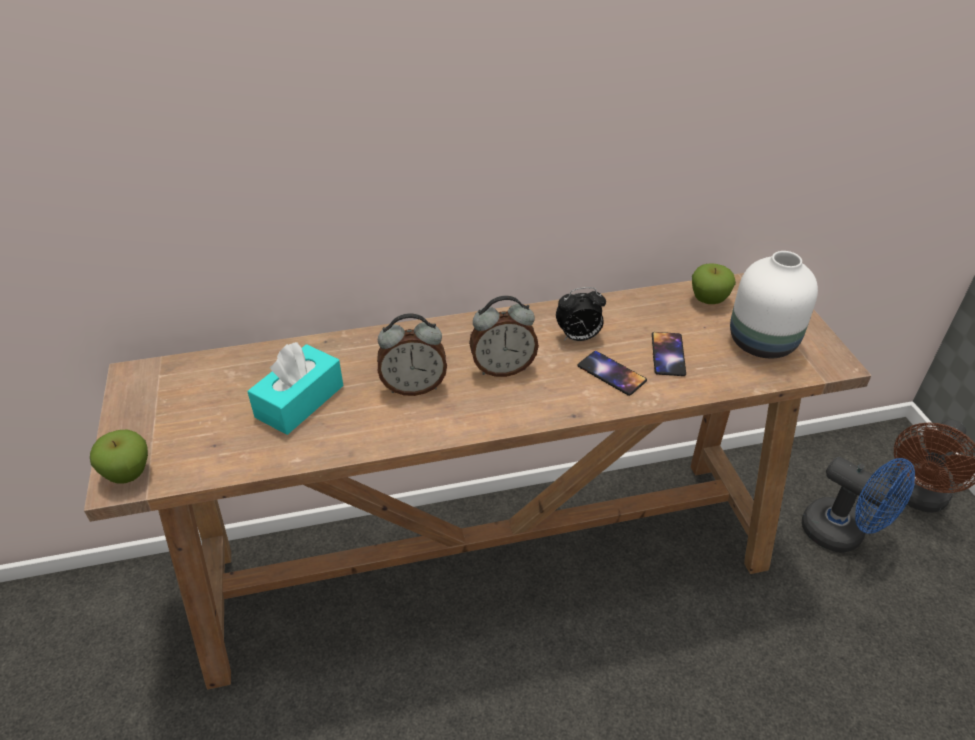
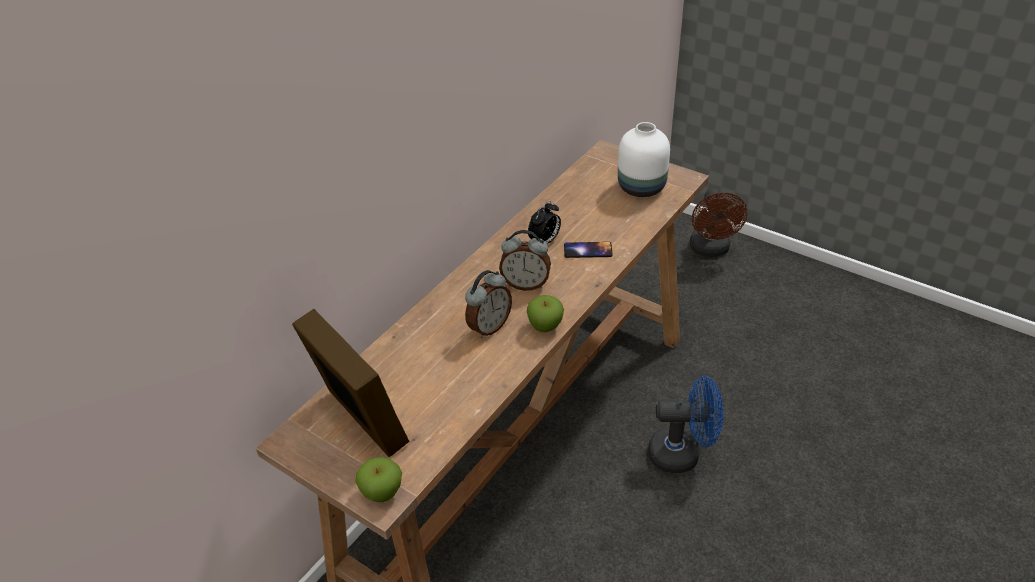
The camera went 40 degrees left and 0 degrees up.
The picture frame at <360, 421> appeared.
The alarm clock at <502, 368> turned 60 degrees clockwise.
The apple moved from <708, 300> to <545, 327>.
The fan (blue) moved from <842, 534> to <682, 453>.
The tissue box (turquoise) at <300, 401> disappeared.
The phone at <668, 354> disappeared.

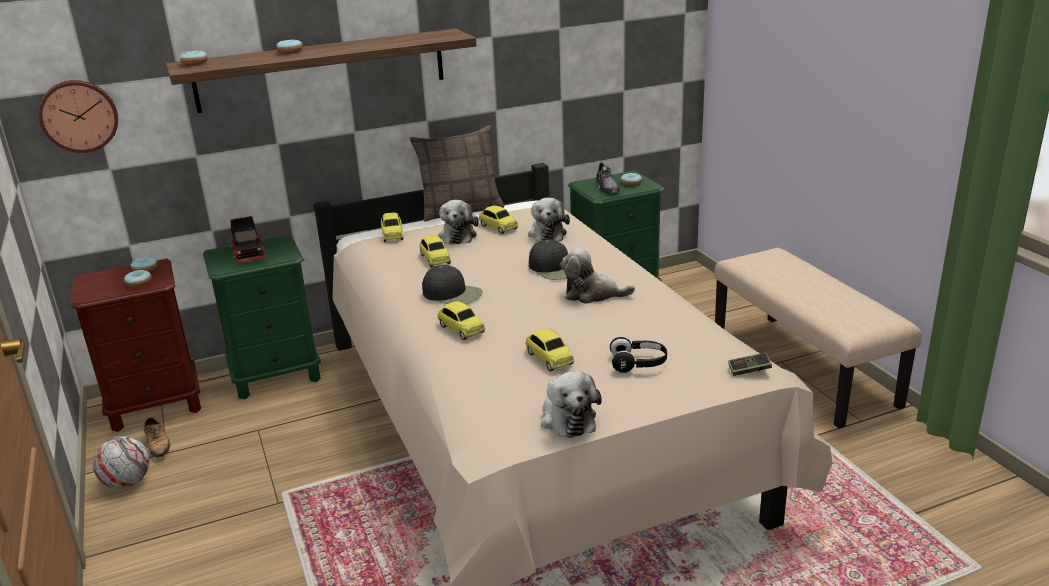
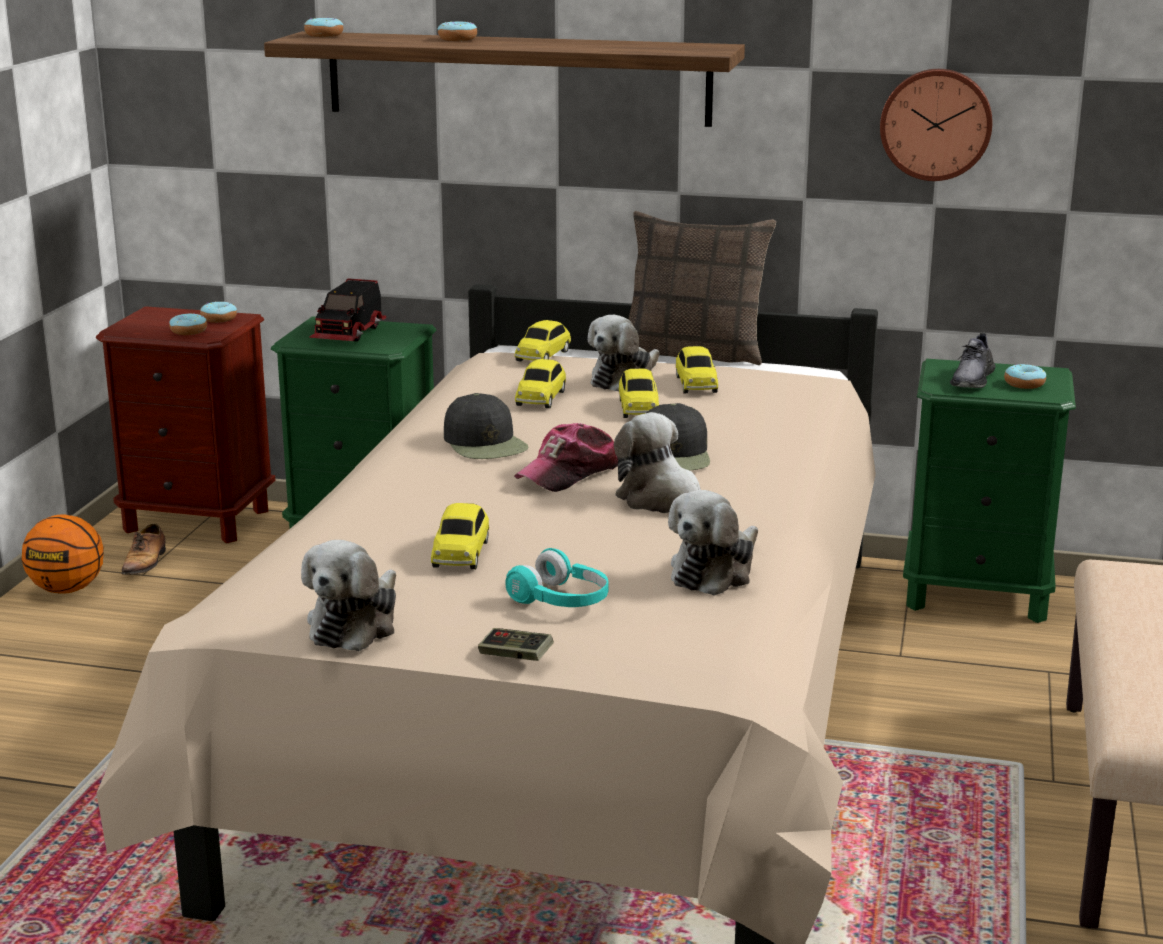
The camera went 35 degrees right and 5 degrees down.
The football at <127, 482> was replaced by the basketball at <67, 590>.
The game controller moved from <749, 370> to <515, 656>.
The headphones (black) at <638, 363> became the headphones (turquoise) at <561, 601>.
The cap at <569, 473> appeared.
The toy car moved from <461, 329> to <638, 408>.
The plush toy moved from <547, 233> to <715, 572>.
The wall clock moved from <79, 115> to <936, 124>.

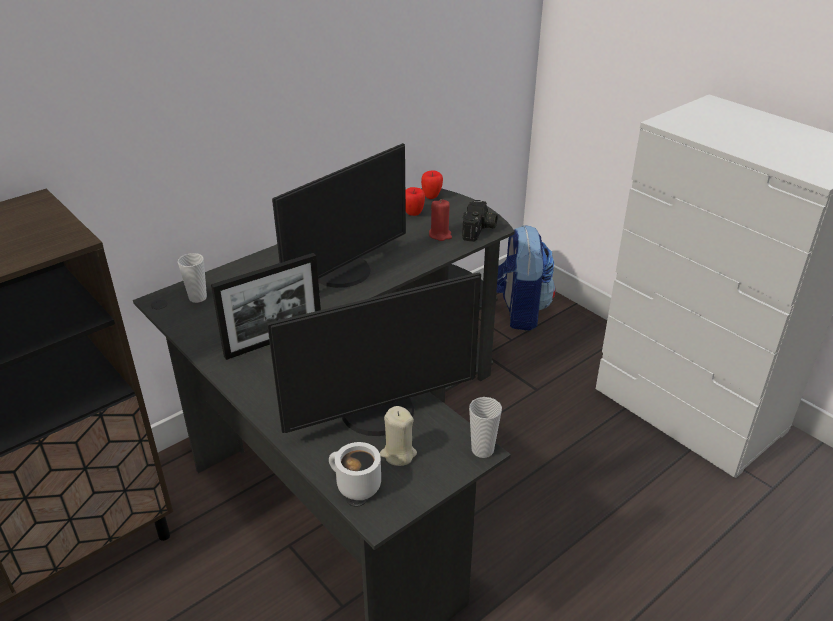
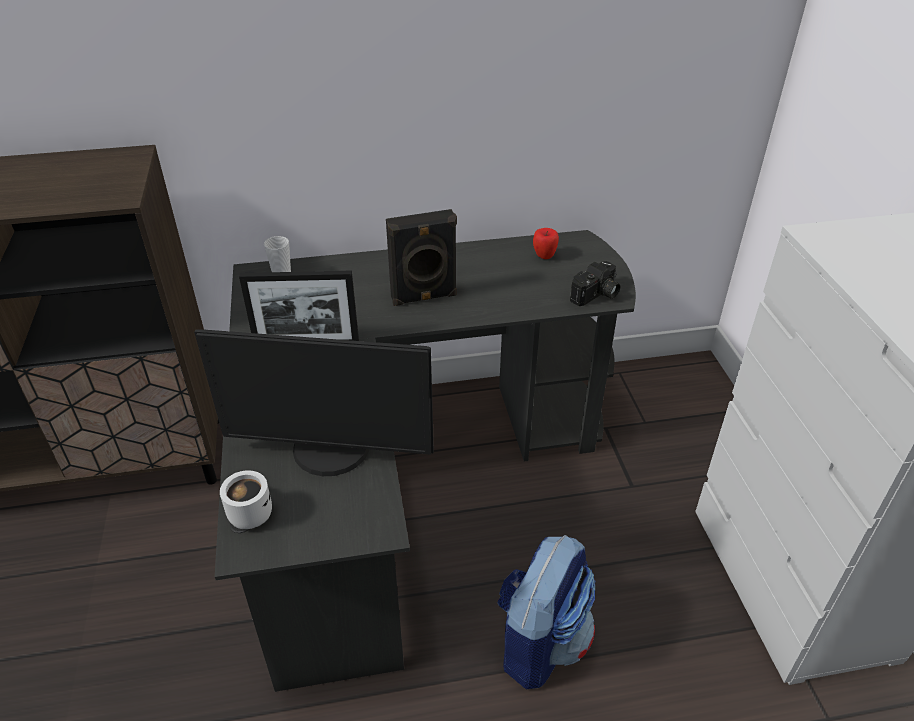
The camera went 30 degrees right and 5 degrees up.
The monitor at <344, 273> was replaced by the speaker (black) at <424, 297>.
The backpack moved from <518, 311> to <540, 641>.
The candle (beige) at <398, 454> disappeared.
The apple at <432, 197> disappeared.
The candle (red) at <440, 235> disappeared.
The cup at <482, 450> disappeared.

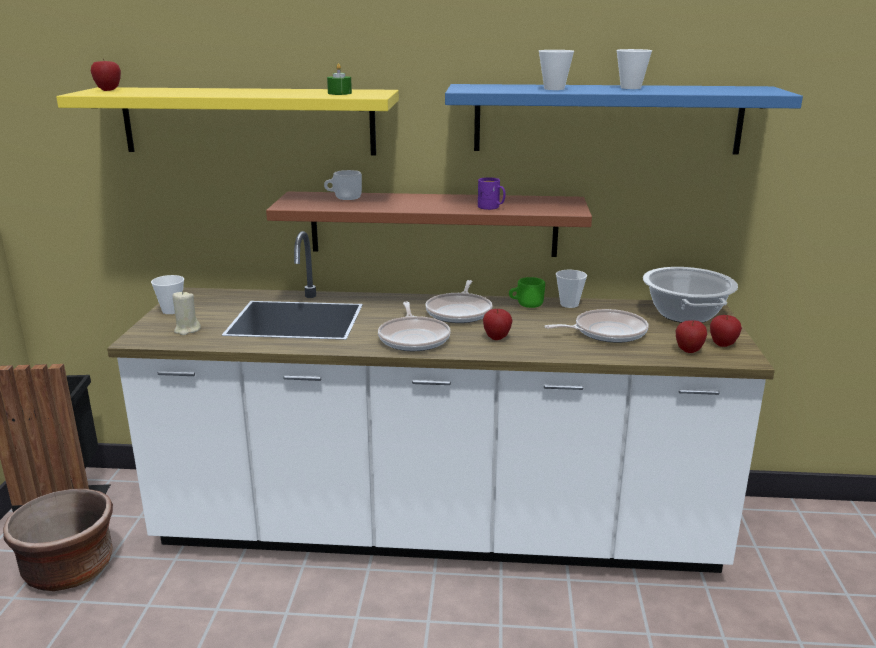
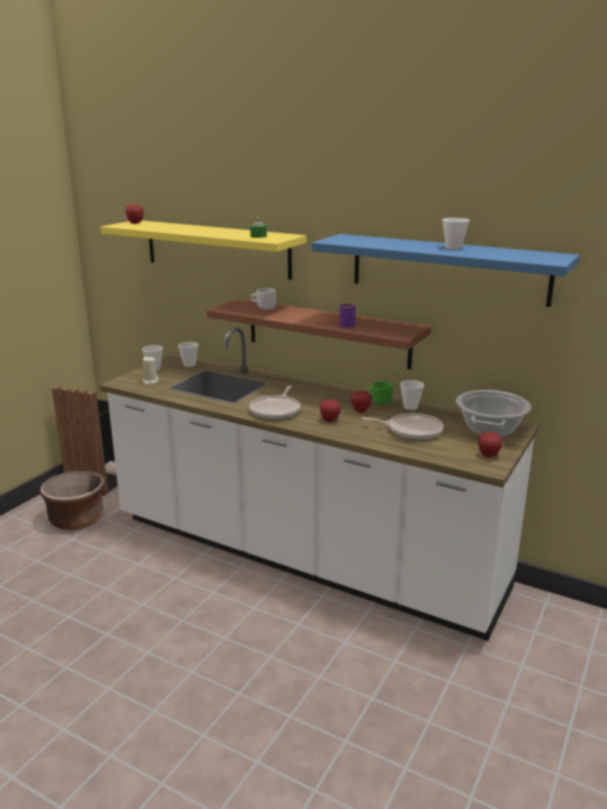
The camera went 25 degrees right and 0 degrees up.
The cup moved from <554, 89> to <189, 364>.
The apple moved from <689, 351> to <360, 411>.
The frying pan at <460, 312> disappeared.

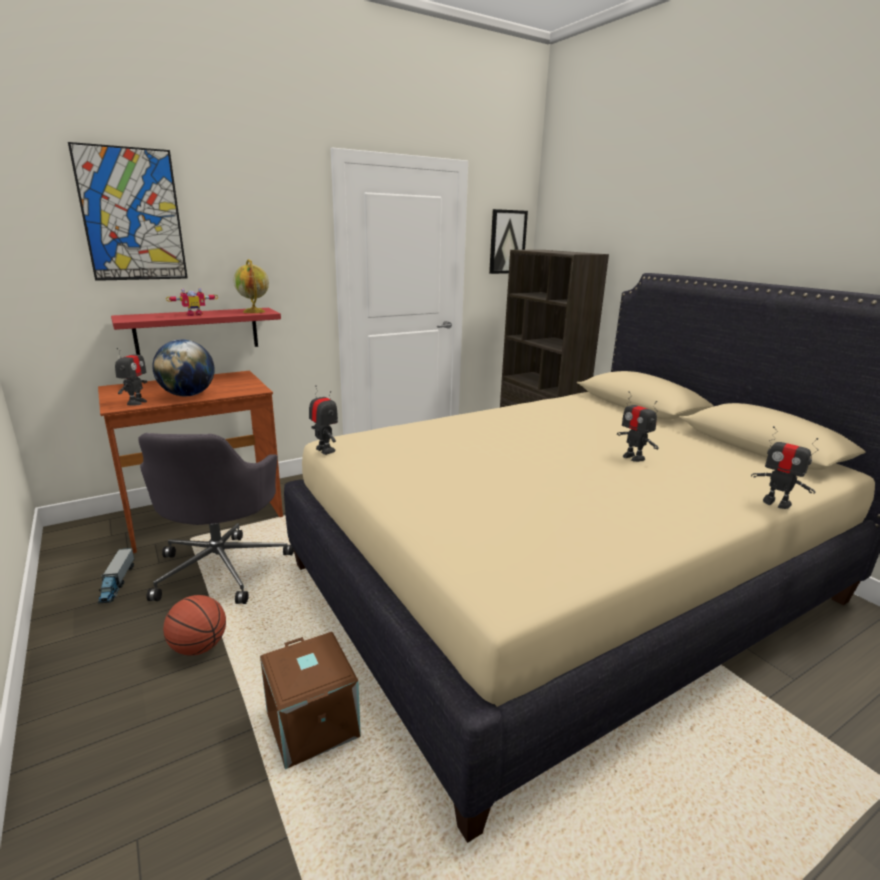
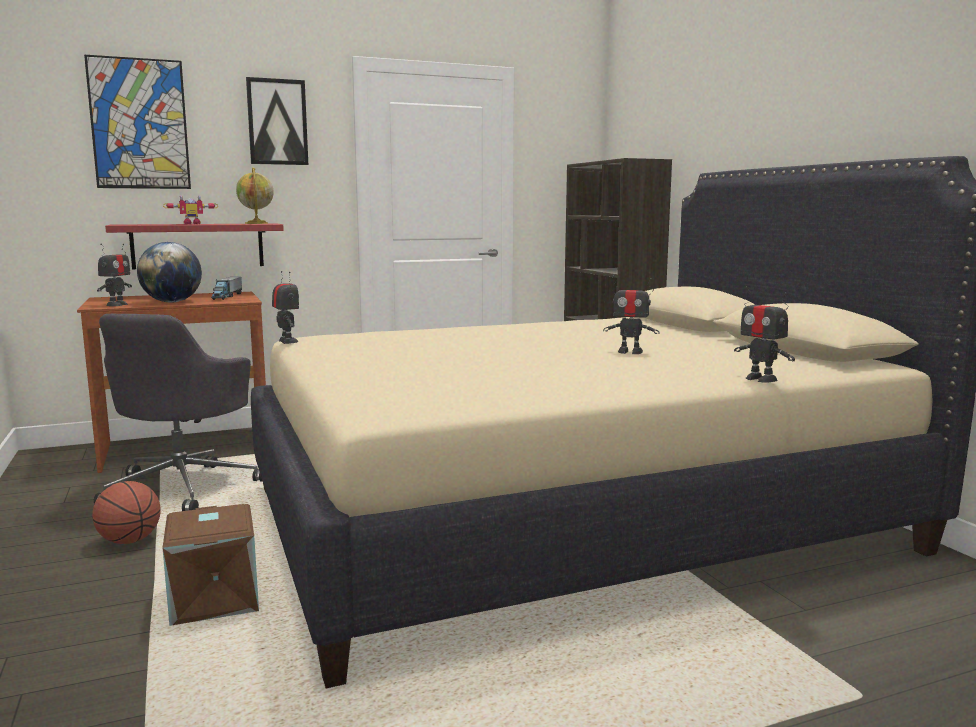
The camera went 10 degrees right and 10 degrees down.
The toy truck moved from <117, 582> to <227, 296>.
The picture moved from <507, 242> to <277, 122>.
The toy robot at <633, 457> turned 45 degrees counterclockwise.

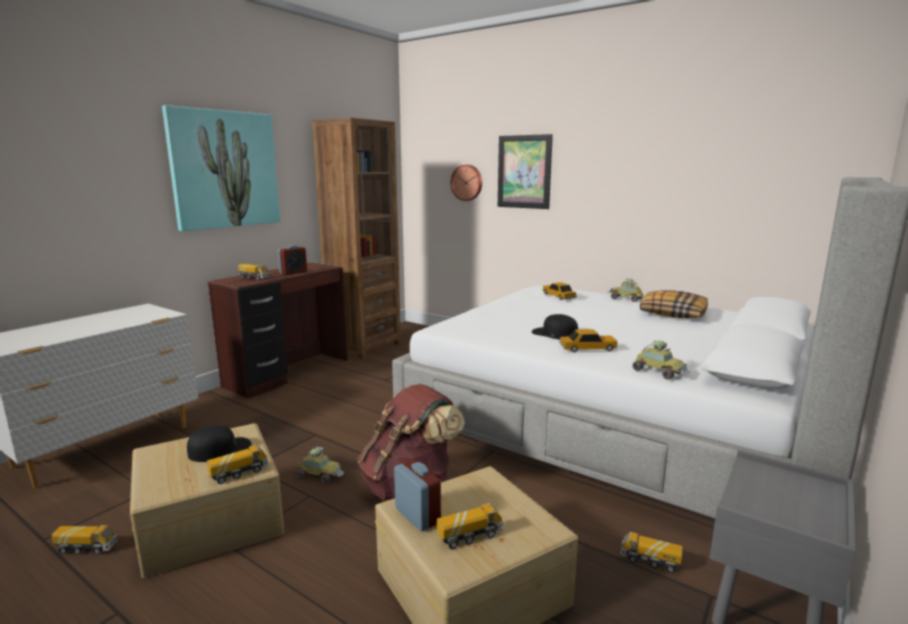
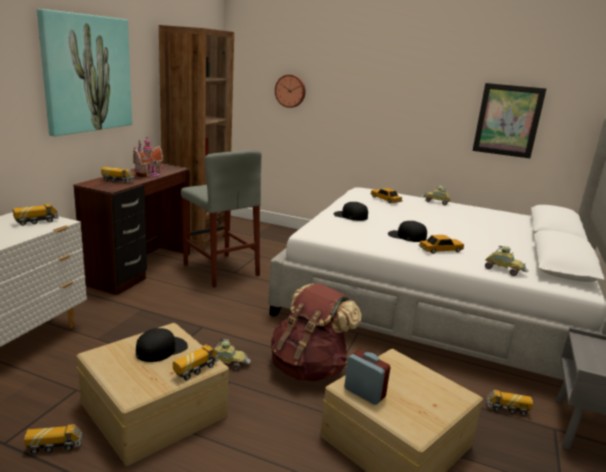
The camera went 15 degrees left and 5 degrees up.
The toy truck moved from <470, 536> to <37, 222>.
The alarm clock at <293, 273> was replaced by the toy house at <150, 175>.
The stool (grey) at <220, 270> appeared.
The cap (black) at <350, 216> appeared.
The picture moved from <524, 172> to <508, 120>.
The pillow at <672, 313> disappeared.

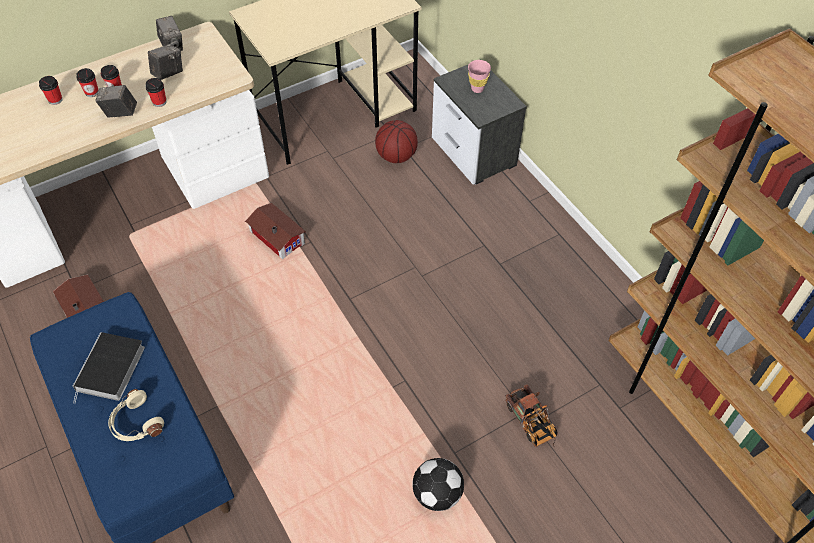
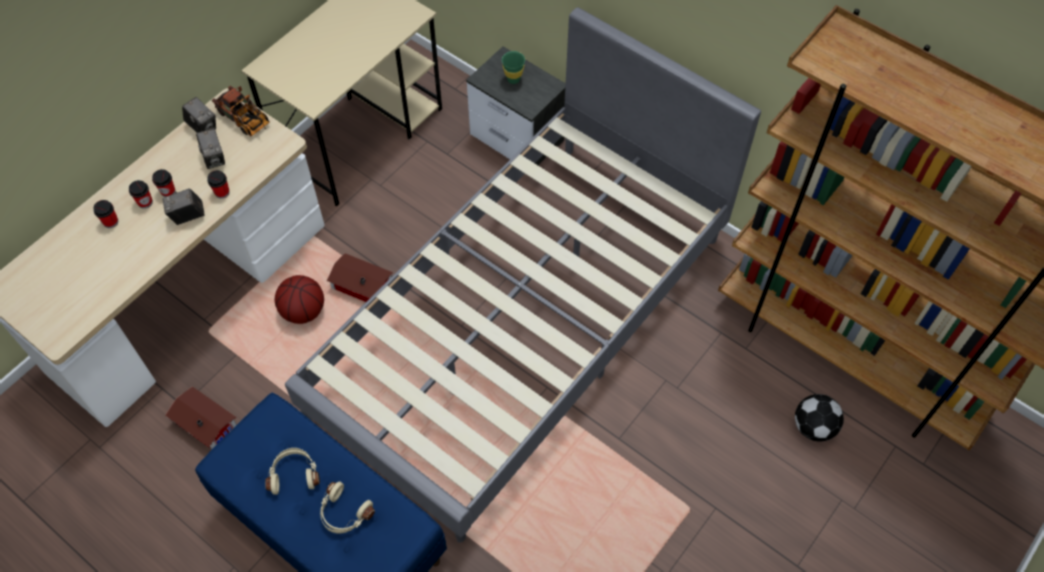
The camera went 20 degrees left and 5 degrees up.
The photo camera at <168, 73> turned 135 degrees clockwise.
The toy truck moved from <532, 424> to <246, 120>.
The book at <110, 370> was replaced by the headphones (beige) at <294, 473>.
The basketball moved from <396, 156> to <303, 311>.
The bed (grey) at <522, 323> appeared.
The cup (pink) at <477, 89> became the cup (green) at <513, 79>.
The football moved from <437, 494> to <814, 427>.

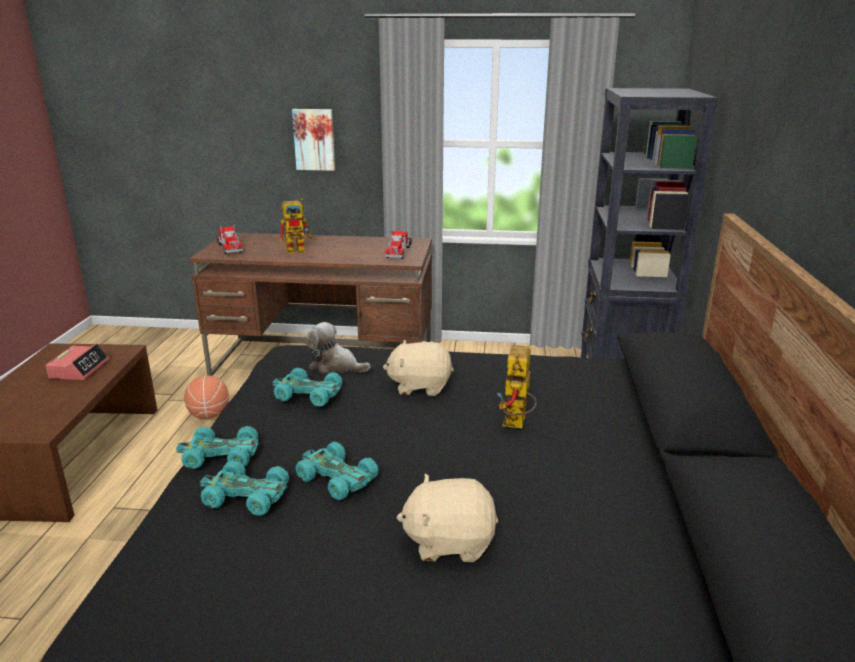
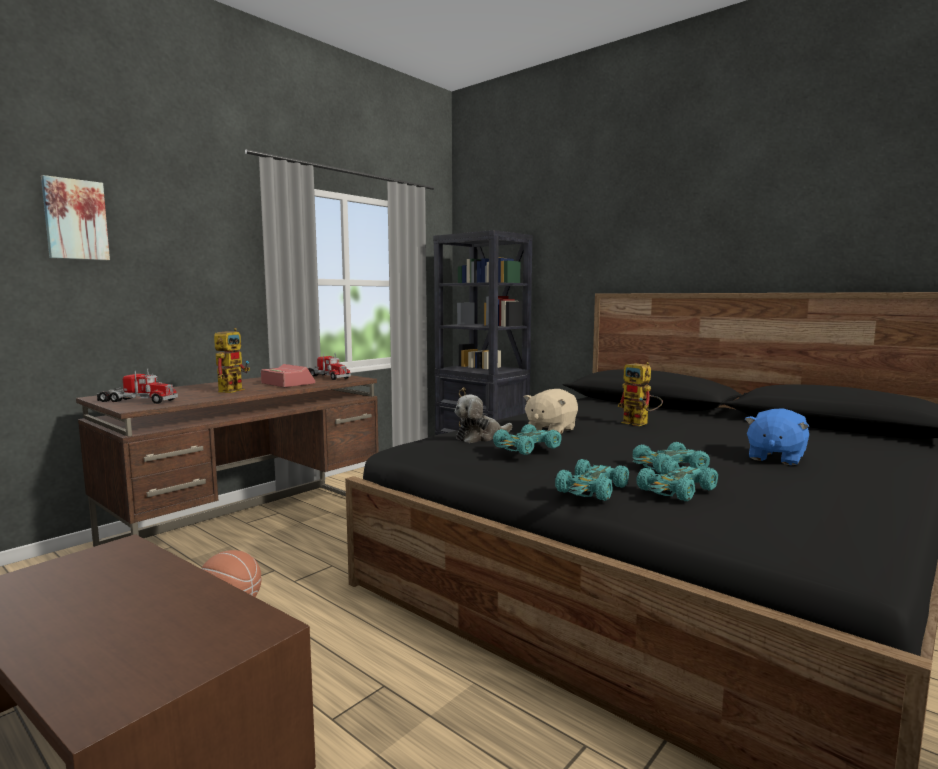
The camera went 55 degrees left and 15 degrees down.
The picture moved from <314, 139> to <75, 220>.
The alarm clock moved from <79, 369> to <287, 383>.
The plush toy (beige) at <449, 541> became the plush toy (blue) at <775, 458>.

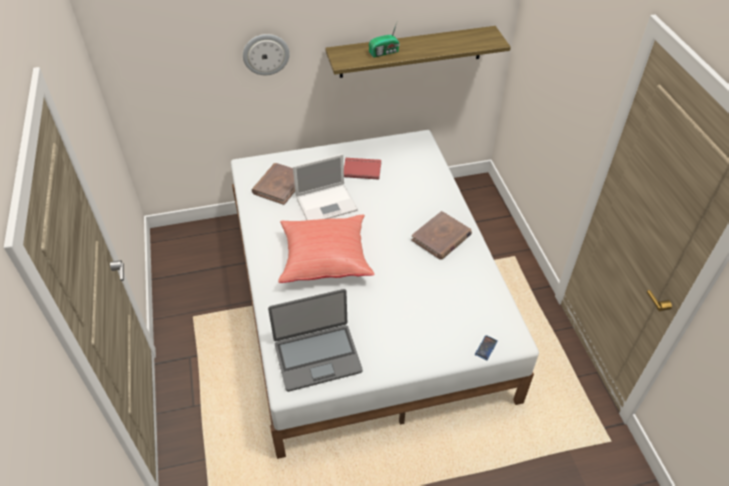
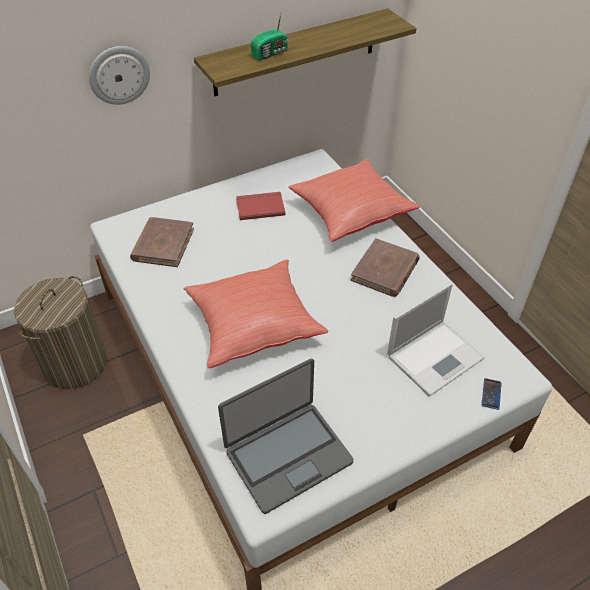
The camera went 15 degrees left and 0 degrees up.
The laundry basket at <75, 364> appeared.
The pillow (red) at <350, 213> appeared.
The laptop moved from <327, 203> to <435, 356>.

